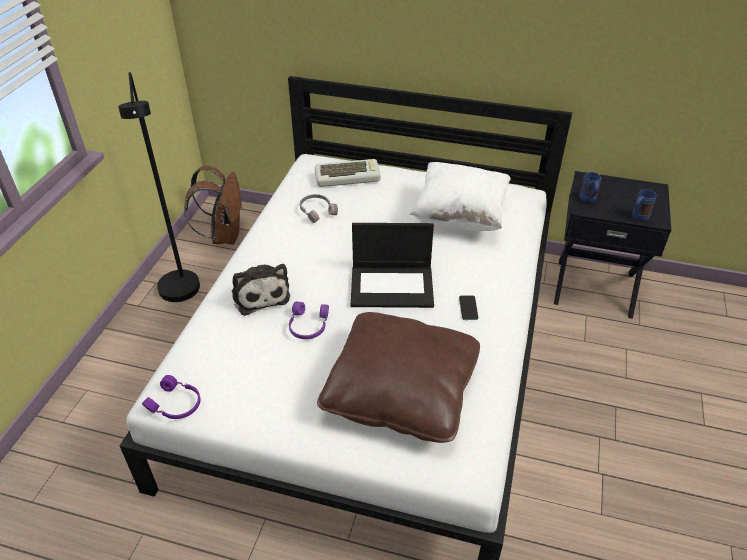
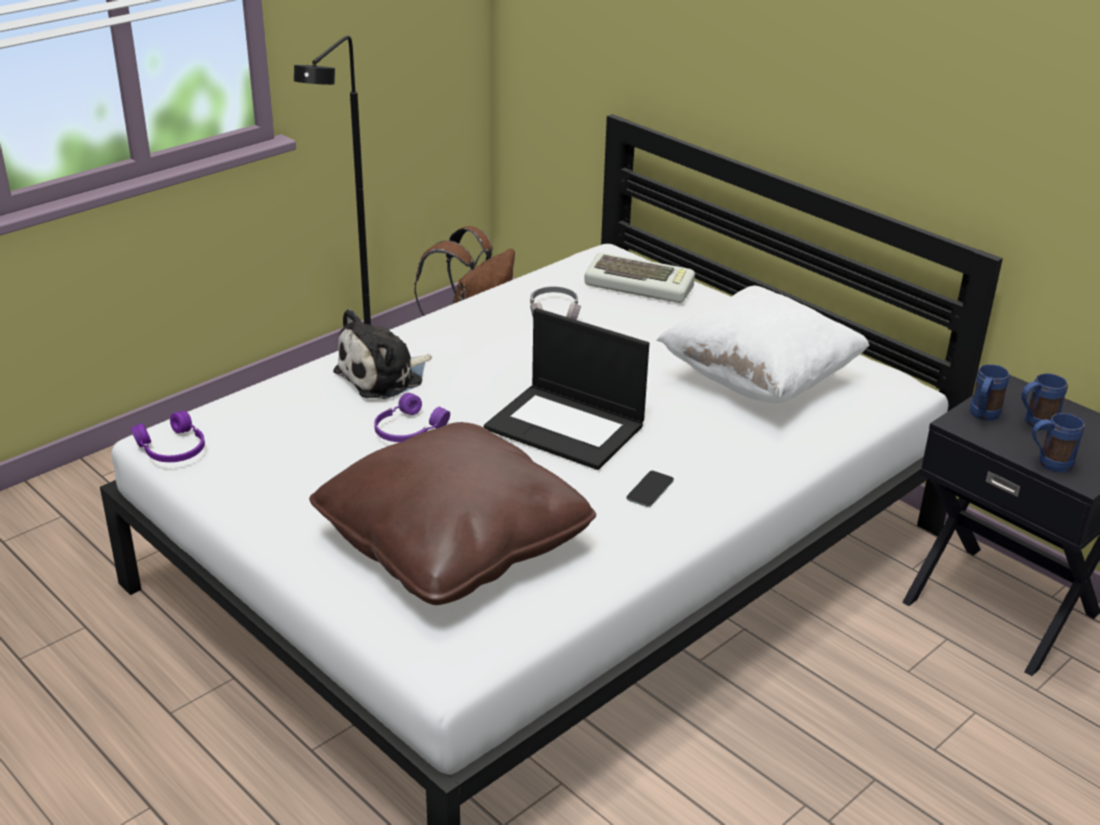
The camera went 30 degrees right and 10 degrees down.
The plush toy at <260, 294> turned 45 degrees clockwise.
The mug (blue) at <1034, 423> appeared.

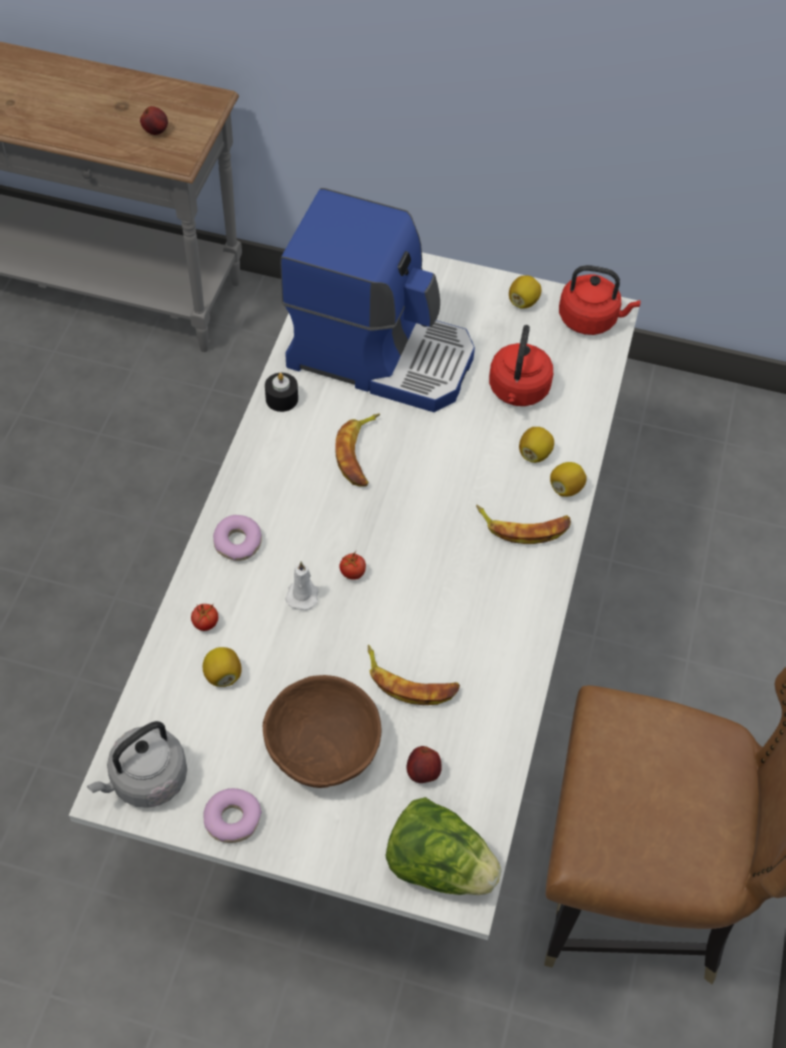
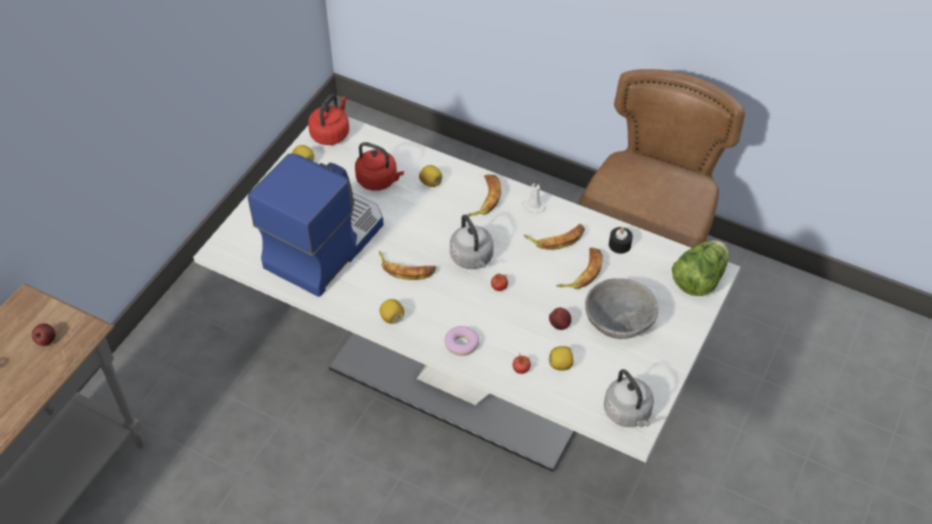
The camera went 75 degrees left and 5 degrees down.
The lemon moved from <565, 488> to <392, 318>.
The kettle (grey) at <472, 258> appeared.
The candle (white) moved from <302, 594> to <533, 206>.
The banana at <556, 238> appeared.
The apple moved from <423, 773> to <560, 325>.
The bowl (brown) at <321, 746> became the bowl (grey) at <618, 321>.
The candle (black) moved from <281, 399> to <619, 245>.
The donut at <233, 819> disappeared.

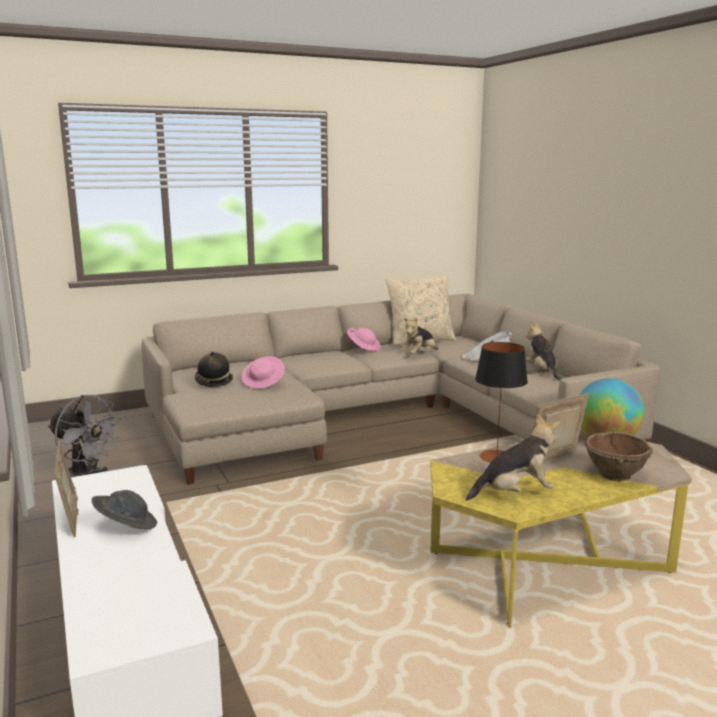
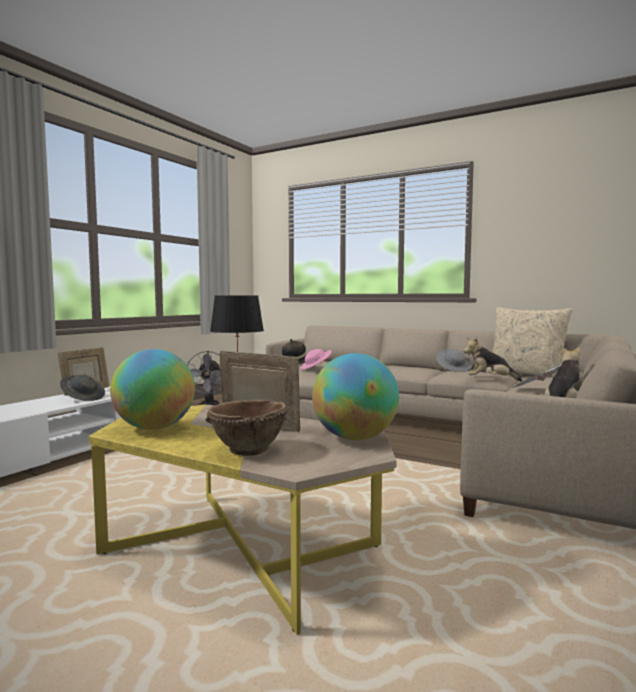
The camera went 55 degrees right and 10 degrees down.
The plush toy at <514, 493> was replaced by the globe at <154, 428>.
The hat (pink) at <364, 348> became the hat (grey) at <454, 369>.

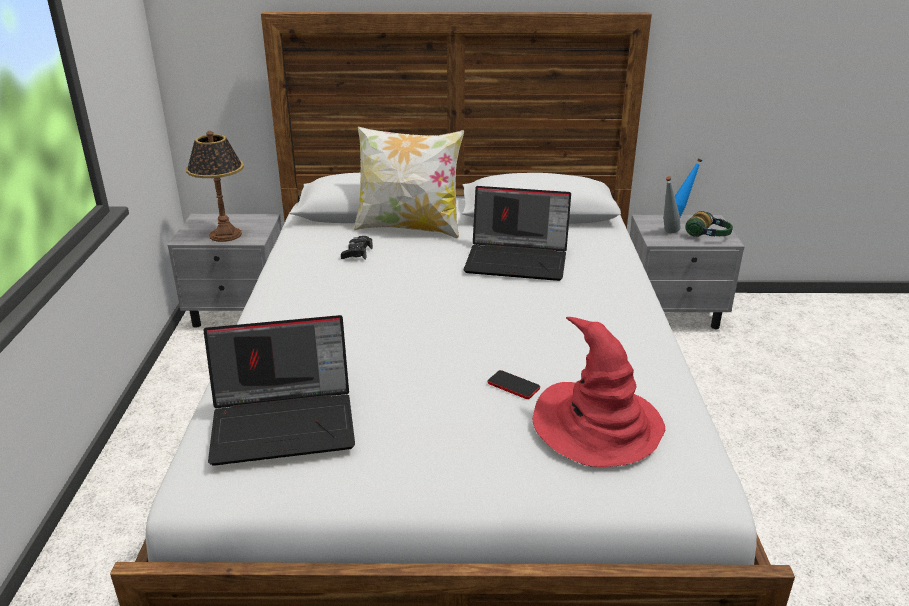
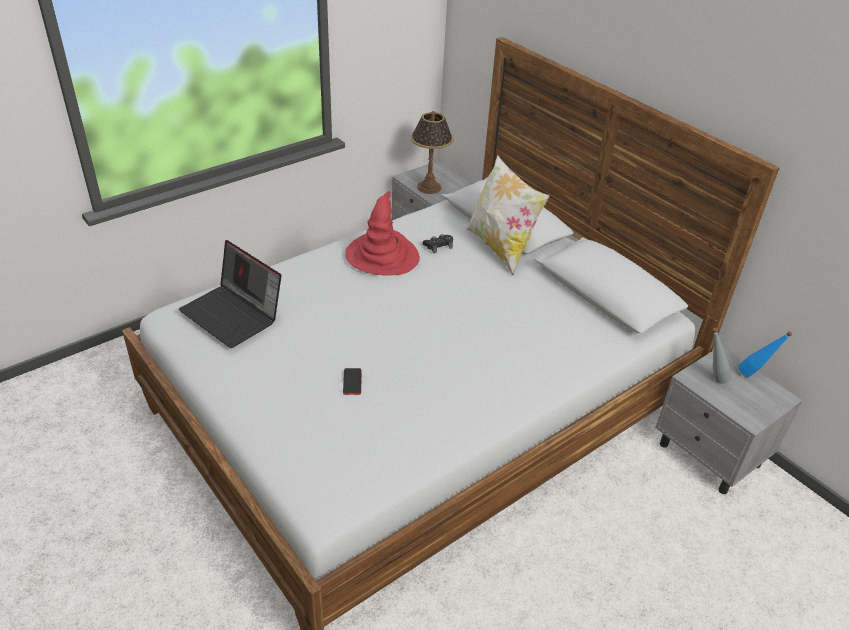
The camera went 50 degrees right and 10 degrees up.
The hat (red) moved from <598, 426> to <382, 256>.
The laptop at <518, 260> disappeared.
The headphones at <708, 235> disappeared.

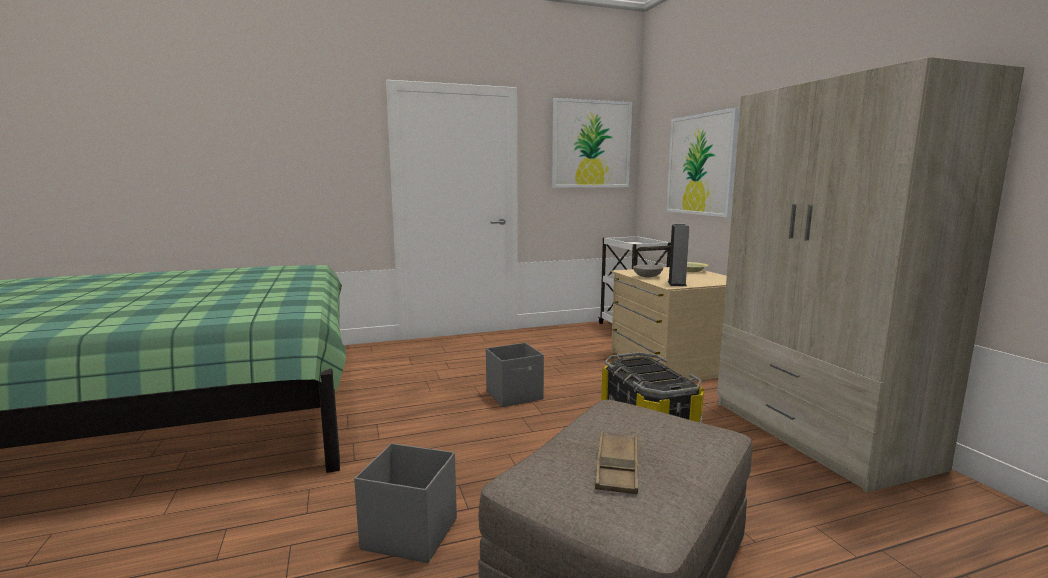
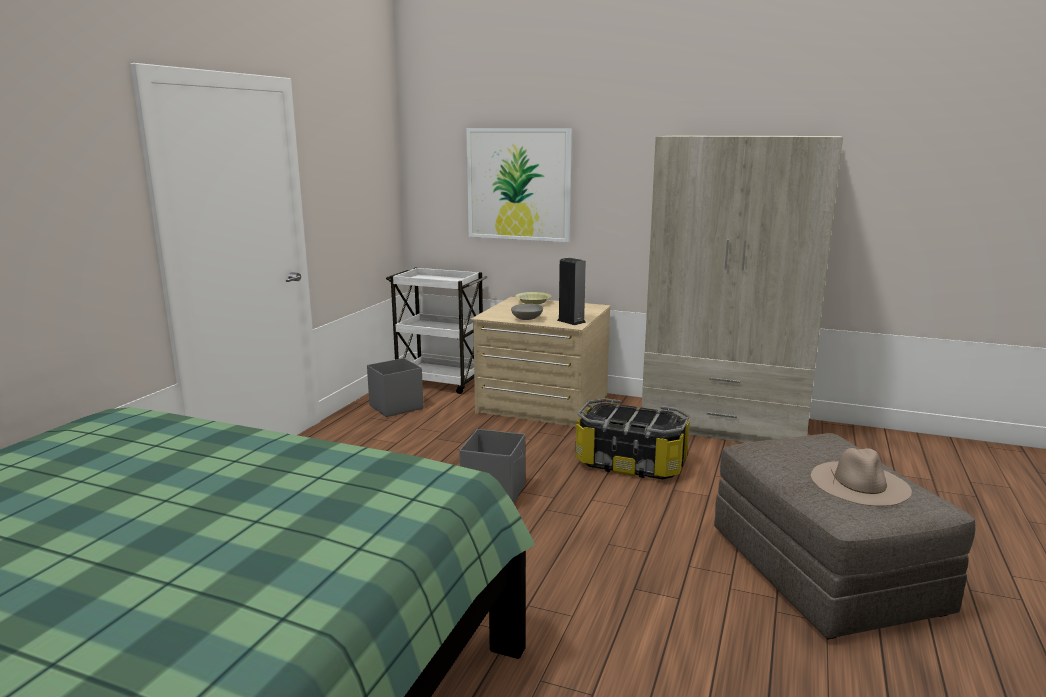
The camera went 50 degrees left and 5 degrees up.
The storage box (grey) moved from <409, 533> to <395, 407>.
The tray (brown) at <617, 468> was replaced by the hat (beige) at <860, 483>.
The picture at <591, 144> disappeared.

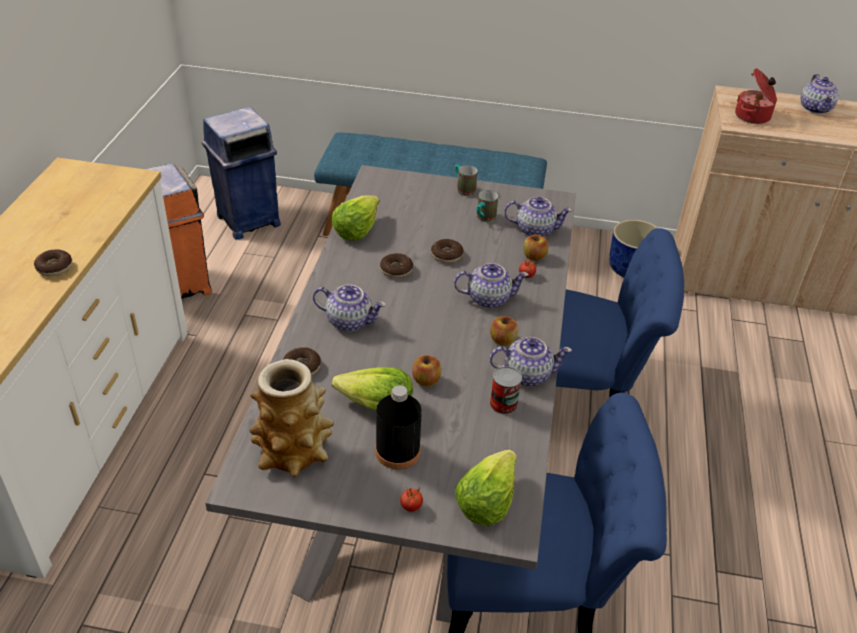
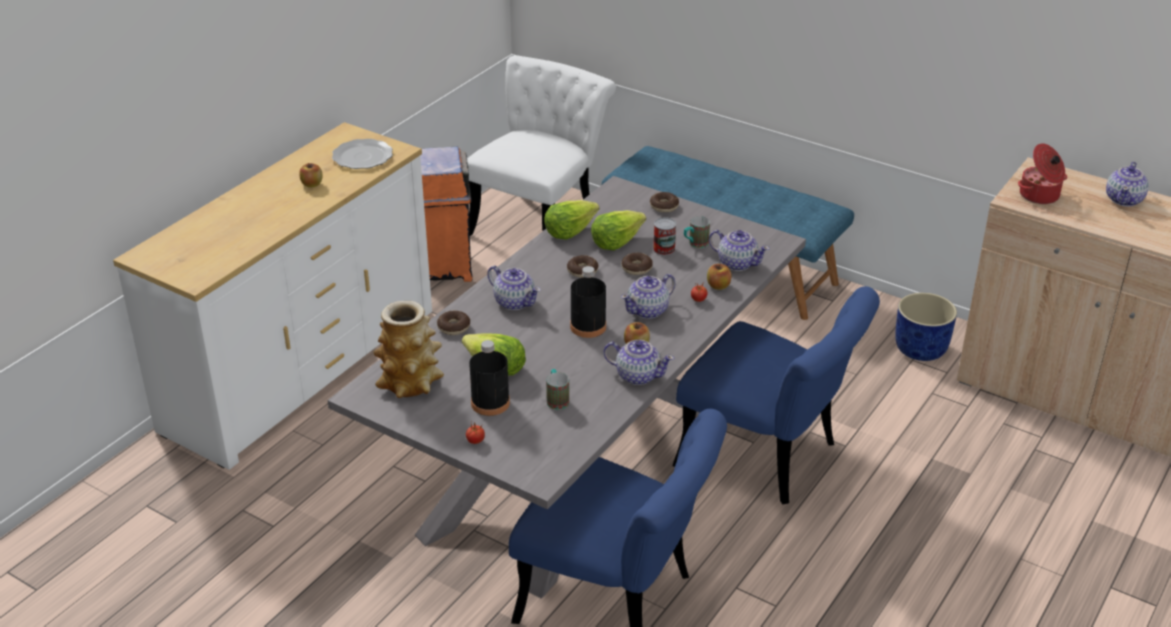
The camera went 25 degrees right and 5 degrees down.
The apple moved from <426, 380> to <312, 184>.
The plate at <362, 156> appeared.
The trash can (blue) at <247, 221> was replaced by the chair (white) at <540, 221>.
The mug moved from <463, 189> to <556, 399>.
The bottle (black) at <588, 327> appeared.
The lettuce moved from <486, 500> to <616, 241>.
The teapot at <488, 298> turned 120 degrees clockwise.
The donut moved from <54, 267> to <664, 206>.
The can moved from <503, 404> to <664, 249>.

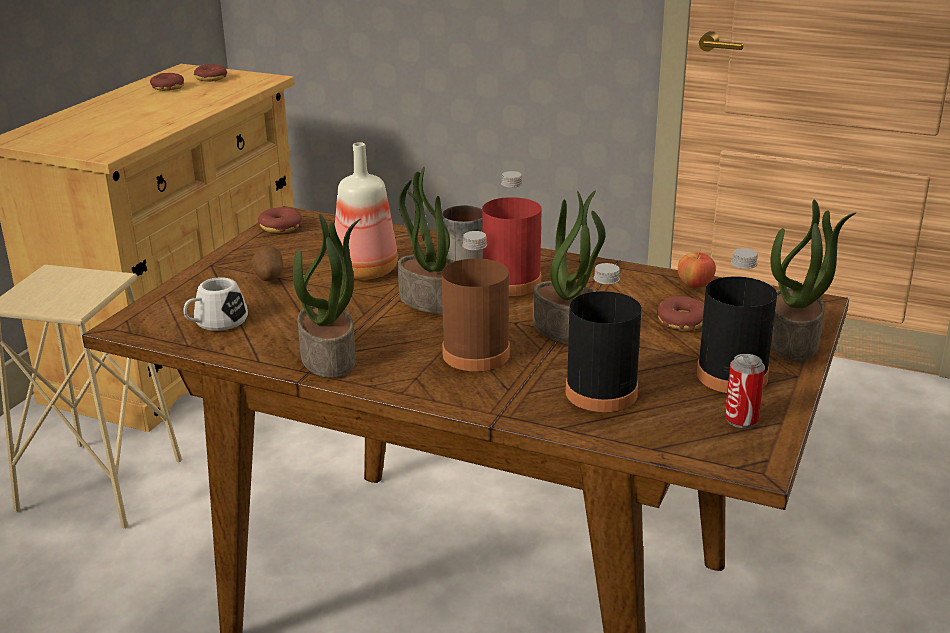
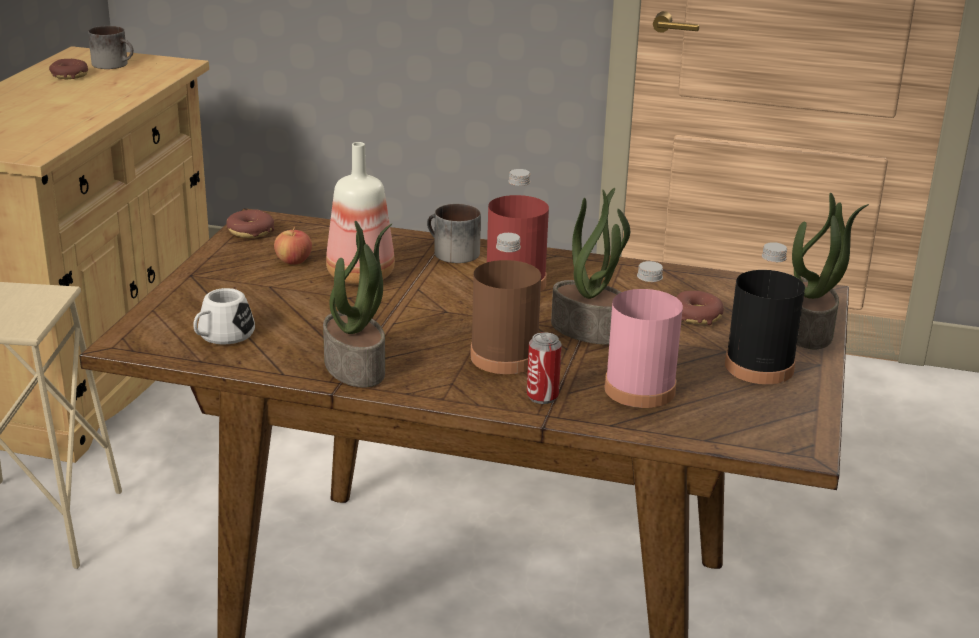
The camera went 10 degrees left and 0 degrees up.
The donut at <211, 78> was replaced by the mug at <115, 64>.
The apple moved from <695, 284> to <293, 261>.
The can moved from <741, 420> to <542, 397>.
The bottle (black) at <601, 393> became the bottle (pink) at <639, 389>.
The potato at <268, 277> disappeared.
The potted plant at <431, 301> disappeared.

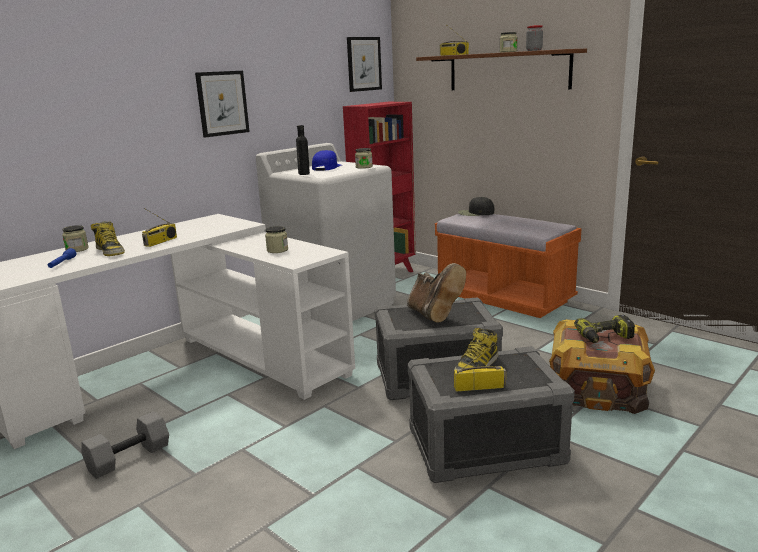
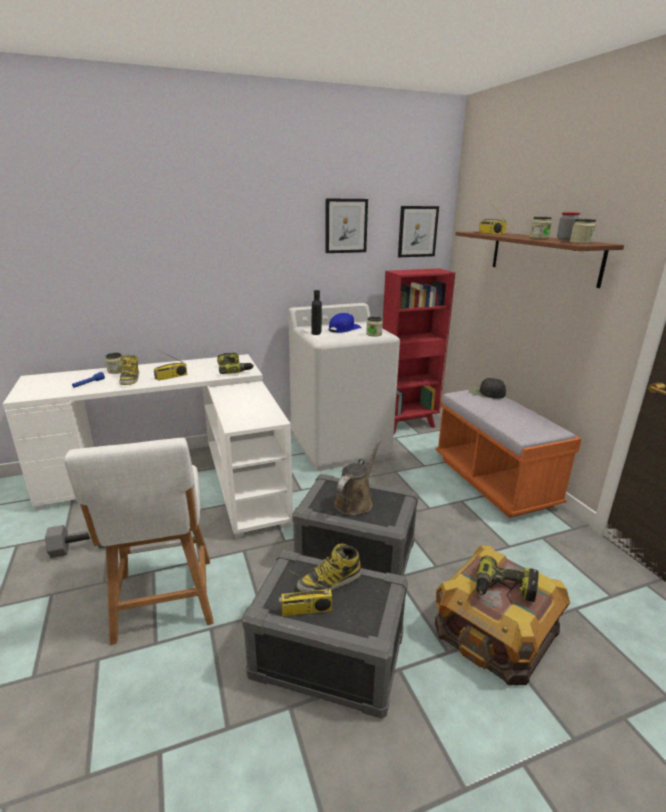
The camera went 25 degrees right and 5 degrees up.
The stool (white) at <164, 603> appeared.
The power drill at <234, 369> appeared.
The radio at <479, 387> turned 150 degrees clockwise.
The picture moved from <222, 103> to <346, 226>.
The boot (brown) at <434, 316> was replaced by the watering can (brown) at <355, 501>.
The jar moved from <277, 250> to <580, 242>.

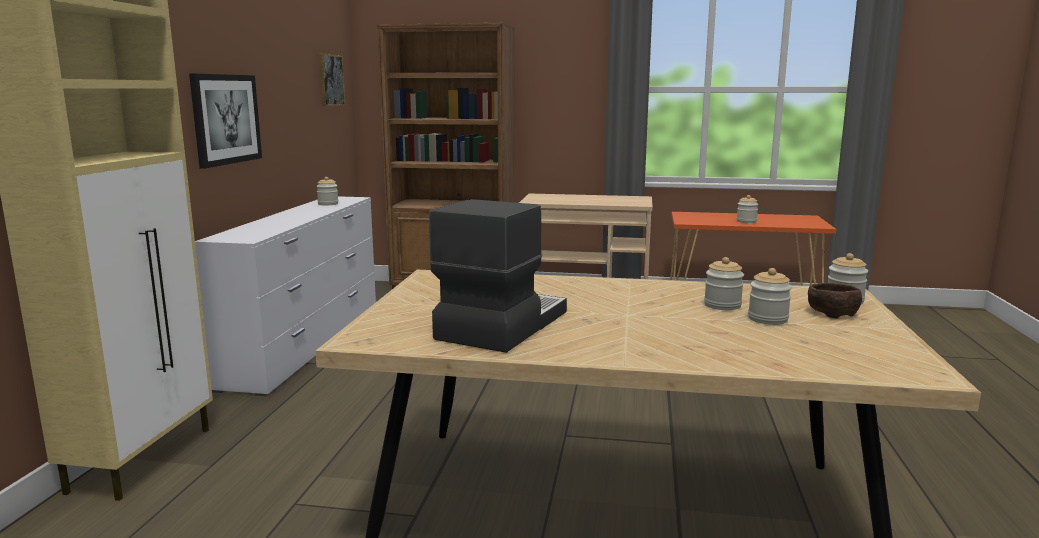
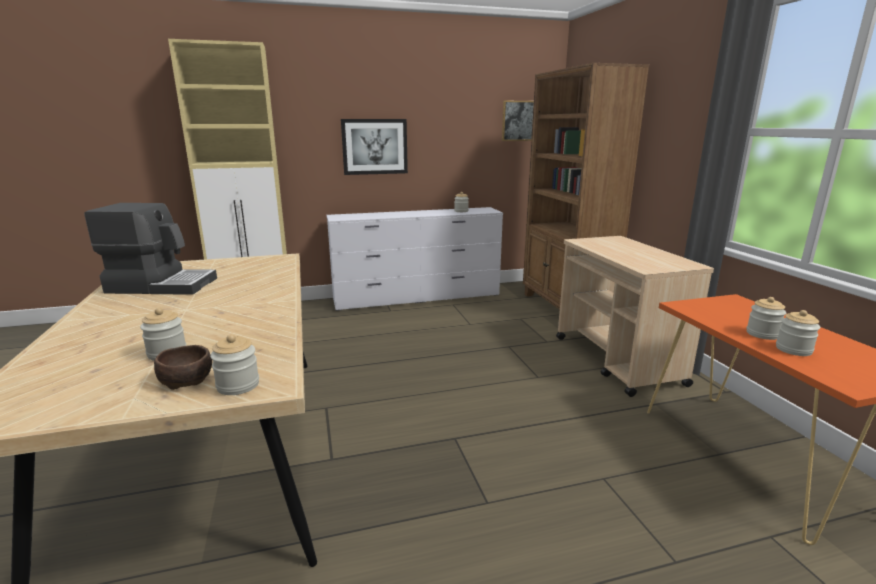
The camera went 65 degrees right and 5 degrees up.
The jar moved from <722, 305> to <793, 349>.

